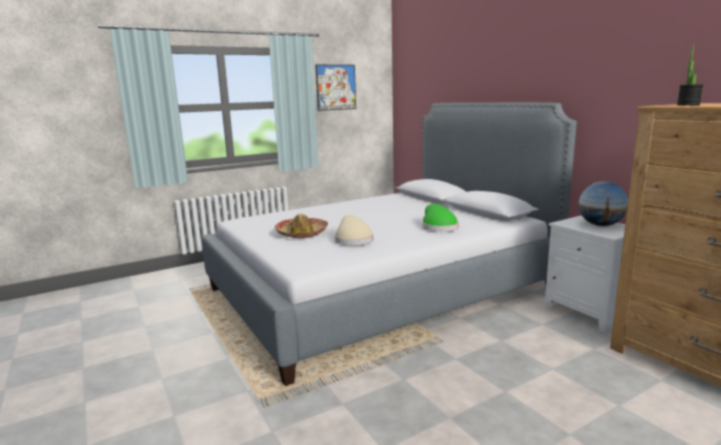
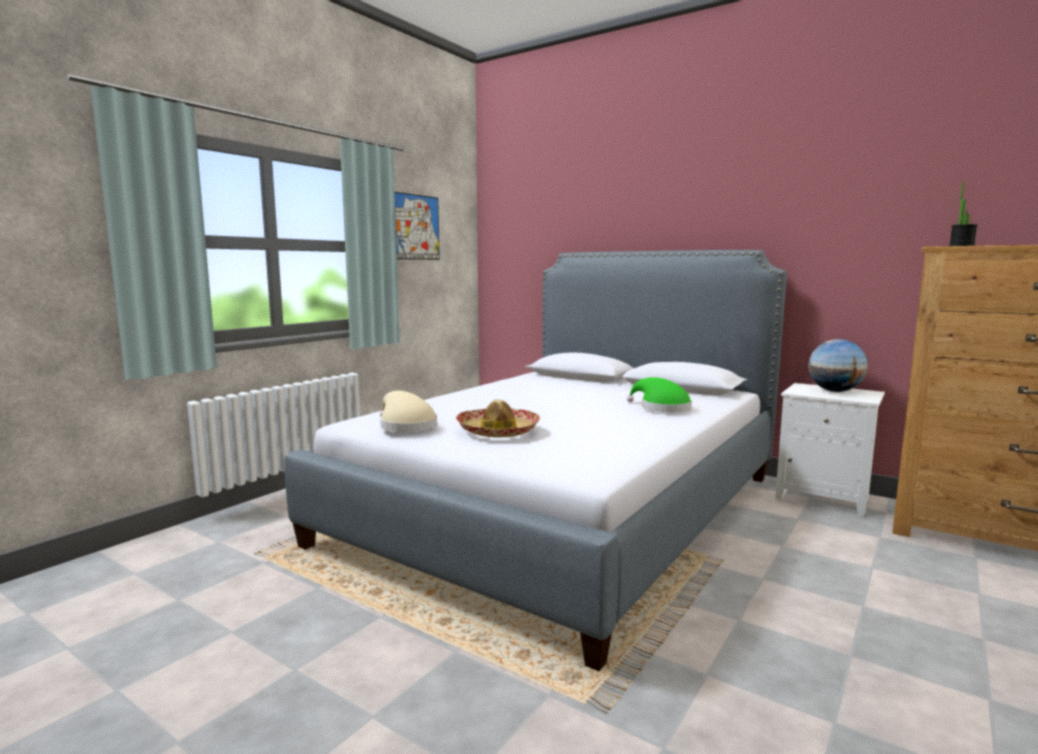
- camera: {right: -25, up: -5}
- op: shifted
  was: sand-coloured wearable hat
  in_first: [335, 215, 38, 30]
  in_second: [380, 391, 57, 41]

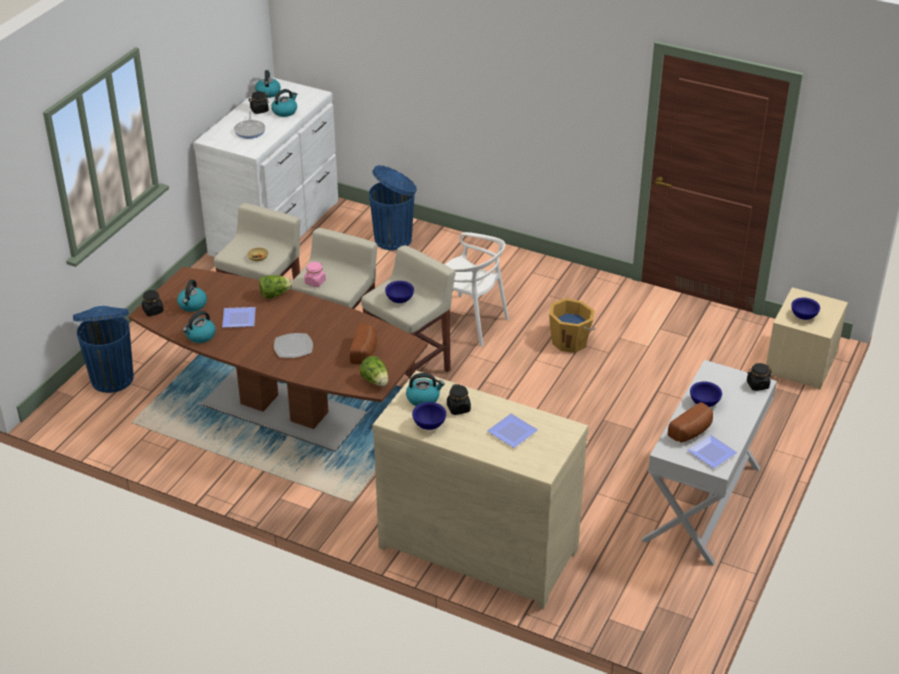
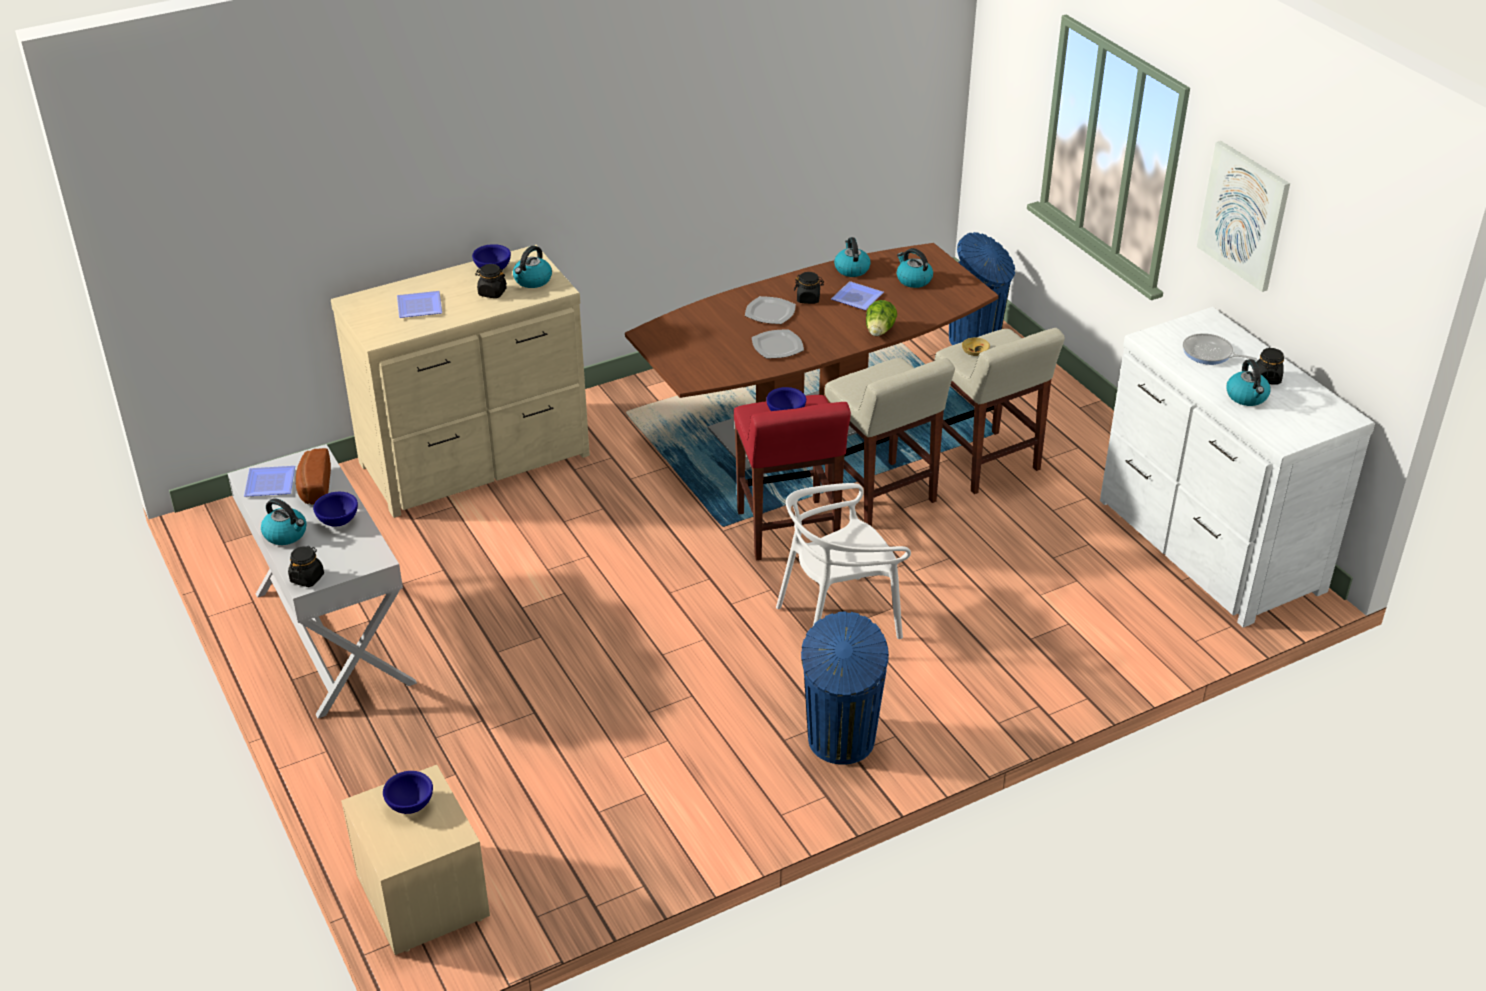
- camera: {right: 125, up: 0}
- op: shifted
  was: black storage jar
  in_first: [142, 290, 22, 26]
  in_second: [794, 272, 30, 32]
- op: shifted
  was: kettle
  in_first: [255, 70, 26, 28]
  in_second: [261, 498, 46, 47]
- op: gone
  was: pinkish storage jar
  in_first: [304, 262, 22, 25]
- op: gone
  was: bakery bread
  in_first: [350, 324, 27, 40]
- op: gone
  was: lettuce head
  in_first: [360, 356, 28, 30]
- op: repainted
  was: sand-coloured stool seat
  now: red-coloured stool seat
  in_first: [361, 245, 95, 135]
  in_second: [734, 395, 117, 165]
- op: shifted
  was: blue rubbish bin
  in_first: [369, 165, 48, 85]
  in_second: [801, 611, 88, 154]
- op: gone
  was: orange bucket
  in_first: [549, 298, 46, 55]
- op: new
  now: flat dish
  in_second: [752, 329, 52, 29]
- op: new
  now: wall art
  in_second: [1197, 141, 93, 151]

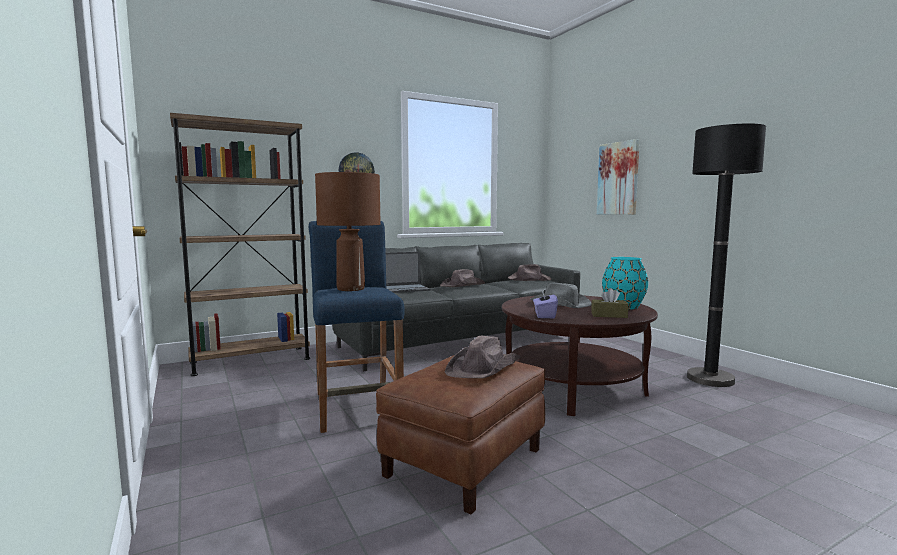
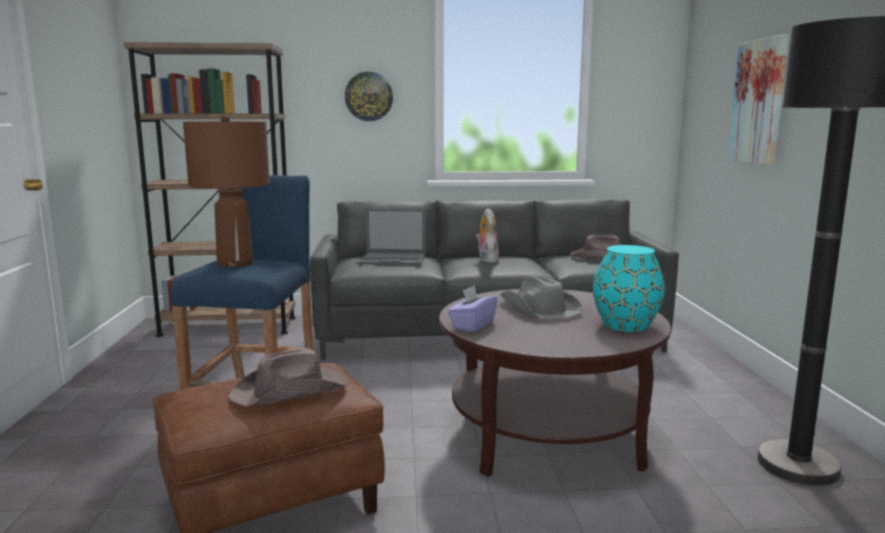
- camera: {right: 25, up: 5}
- op: swapped
  was: brownish wearable hat
  now: soft toy
  in_first: [440, 269, 45, 18]
  in_second: [476, 208, 23, 55]
- op: gone
  was: brownish box of tissues
  in_first: [591, 288, 38, 30]

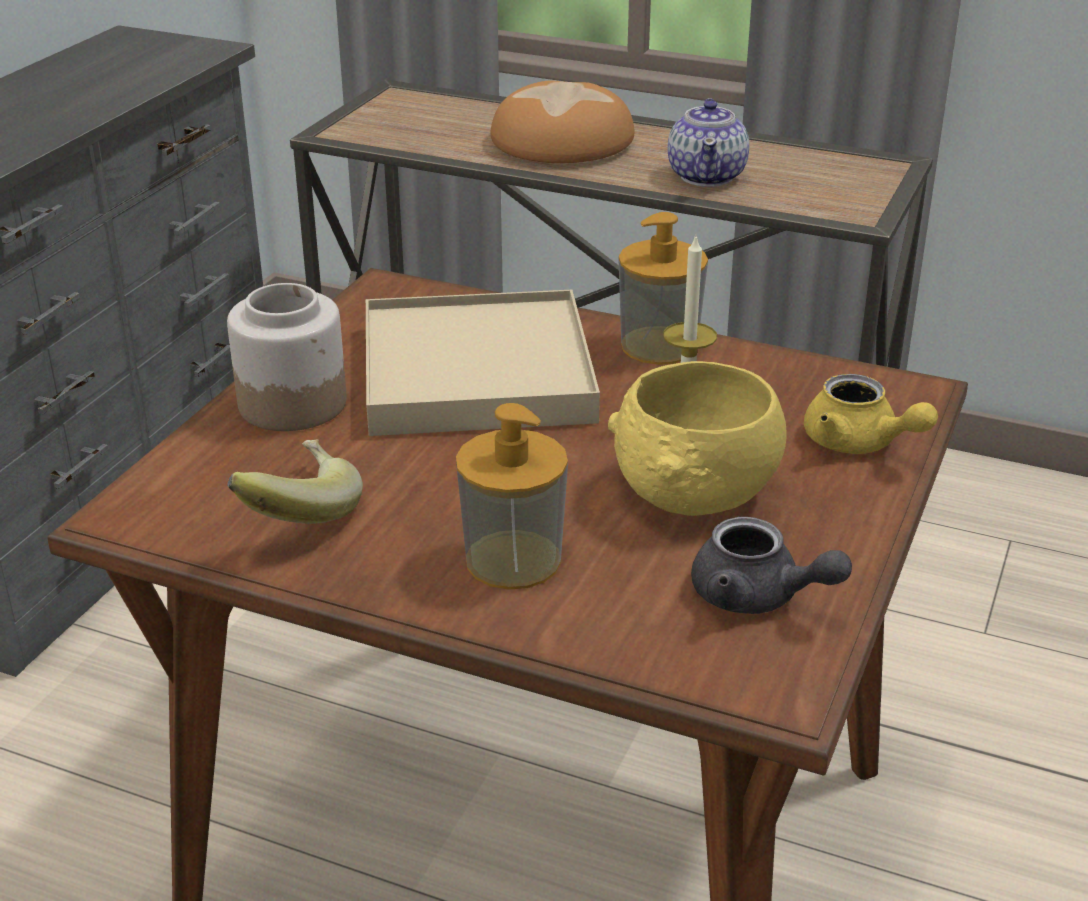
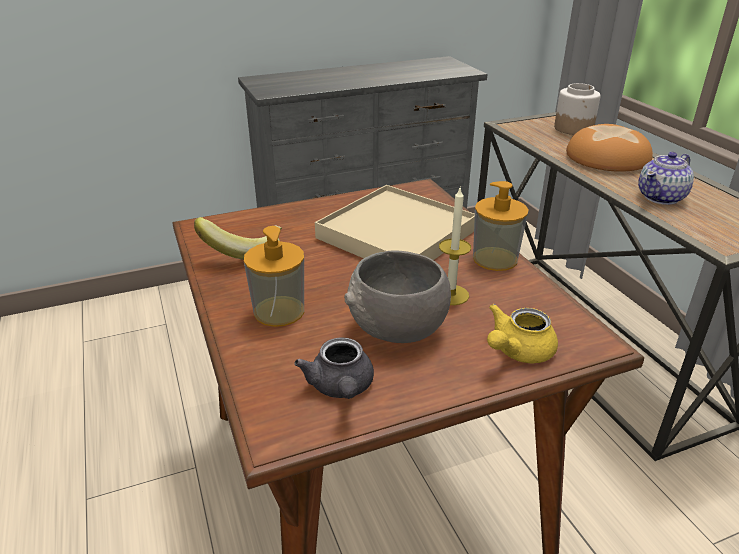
- camera: {right: 45, up: 0}
- op: shifted
  was: storage jar
  in_first: [227, 283, 119, 148]
  in_second: [554, 83, 47, 52]
- op: repainted
  was: yellow serving bowl
  now: greyish serving bowl
  in_first: [608, 361, 179, 155]
  in_second: [344, 250, 107, 93]
- op: rotated
  was: yellow tea pot
  in_first: [804, 374, 134, 80]
  in_second: [487, 304, 71, 59]
  clockwise: 45

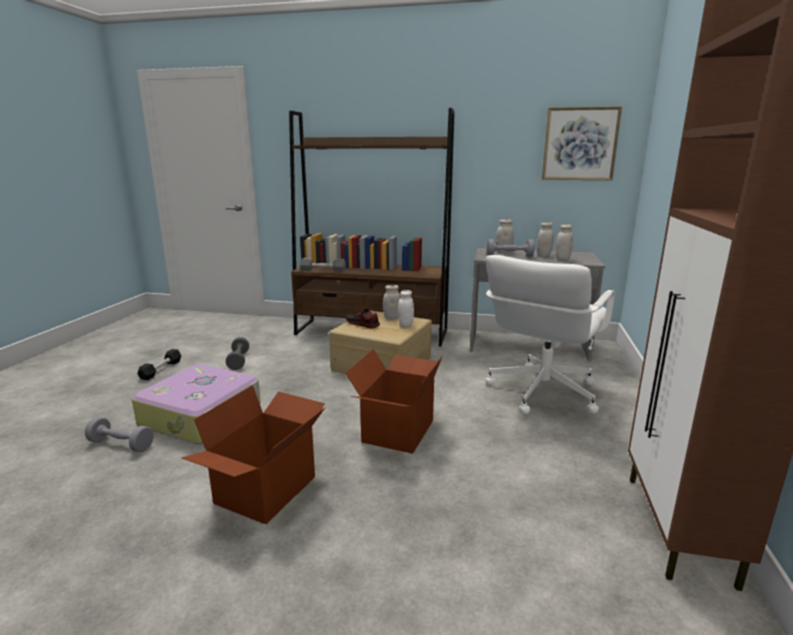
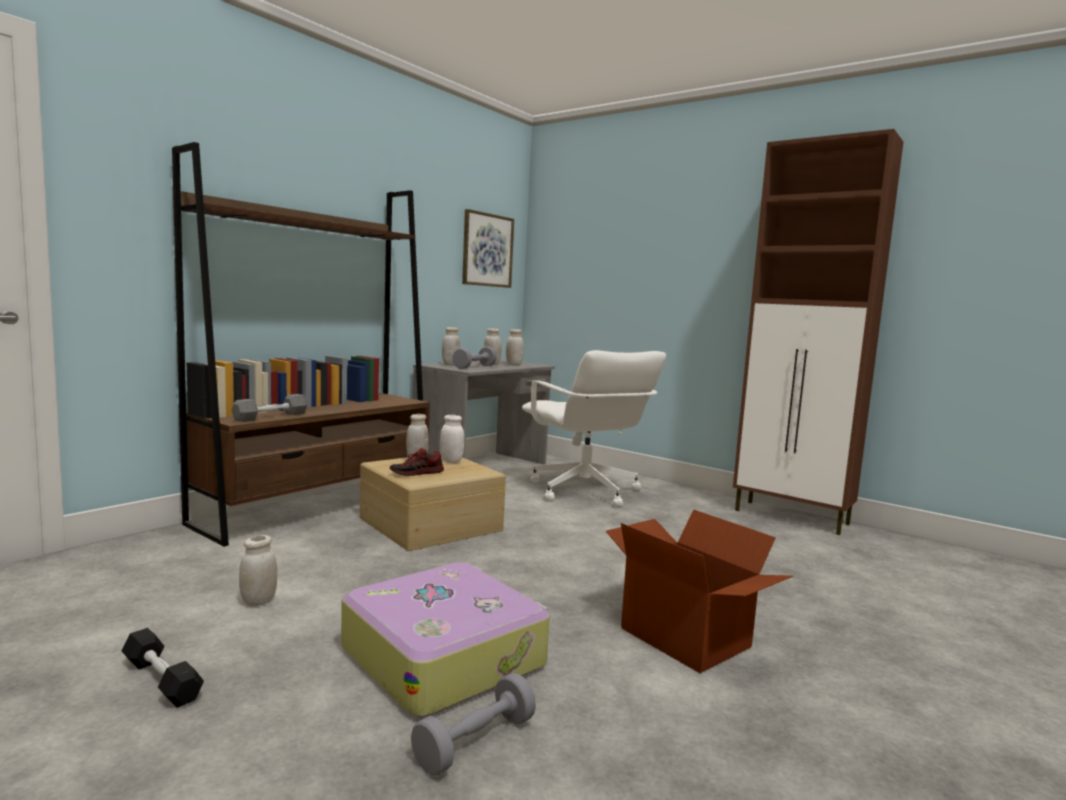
- camera: {right: -65, up: -10}
- op: swapped
  was: greyish hand weight
  now: white-coloured storage jar
  in_first: [226, 337, 23, 33]
  in_second: [239, 535, 38, 72]
- op: gone
  was: packing box
  in_first: [345, 349, 98, 105]

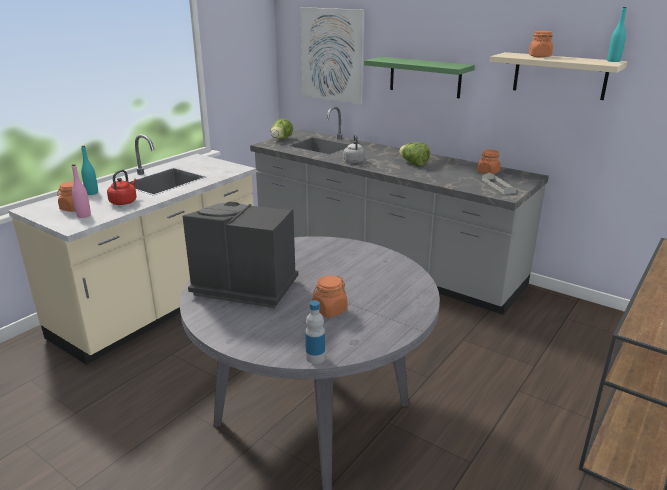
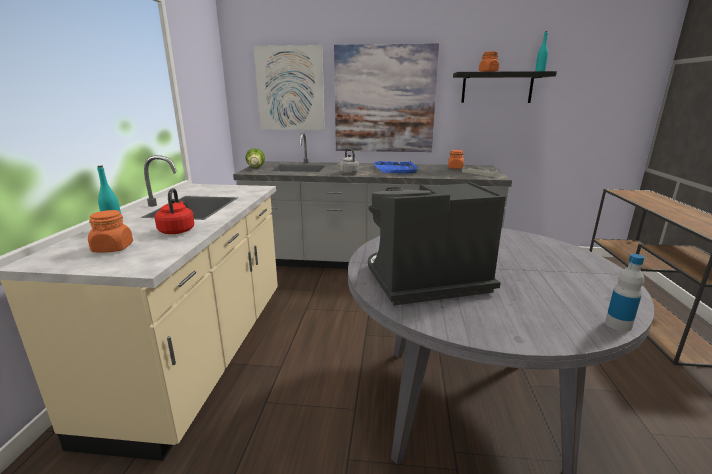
- camera: {right: -30, up: -5}
- op: gone
  was: pinkish drink bottle
  in_first: [72, 164, 19, 54]
- op: gone
  was: orange storage jar
  in_first: [312, 276, 35, 42]
- op: swapped
  was: green-coloured shelf
  now: wall art
  in_first: [364, 57, 111, 41]
  in_second: [334, 43, 105, 109]
- op: swapped
  was: lettuce head
  now: blue carrying tray
  in_first: [399, 142, 31, 24]
  in_second: [374, 161, 45, 13]
- op: repainted
  was: sand-coloured shelf
  now: black shelf
  in_first: [490, 52, 137, 48]
  in_second: [453, 71, 104, 32]

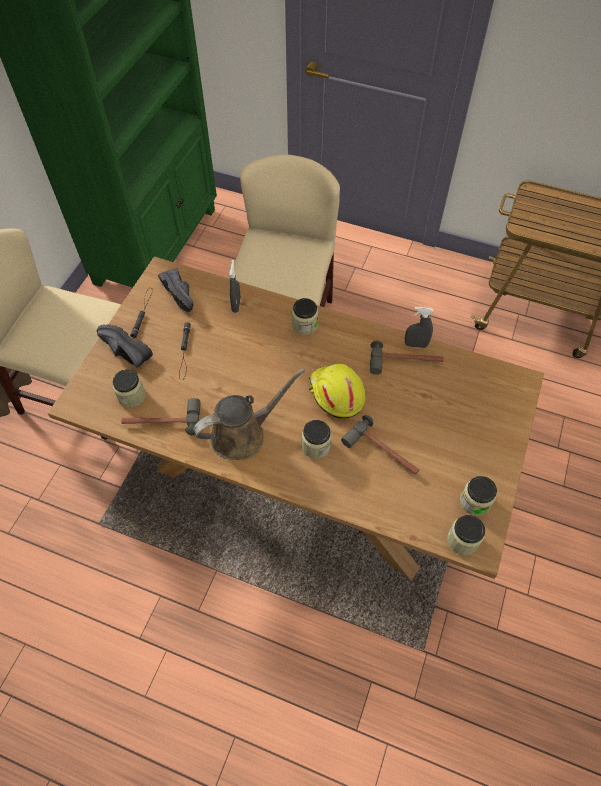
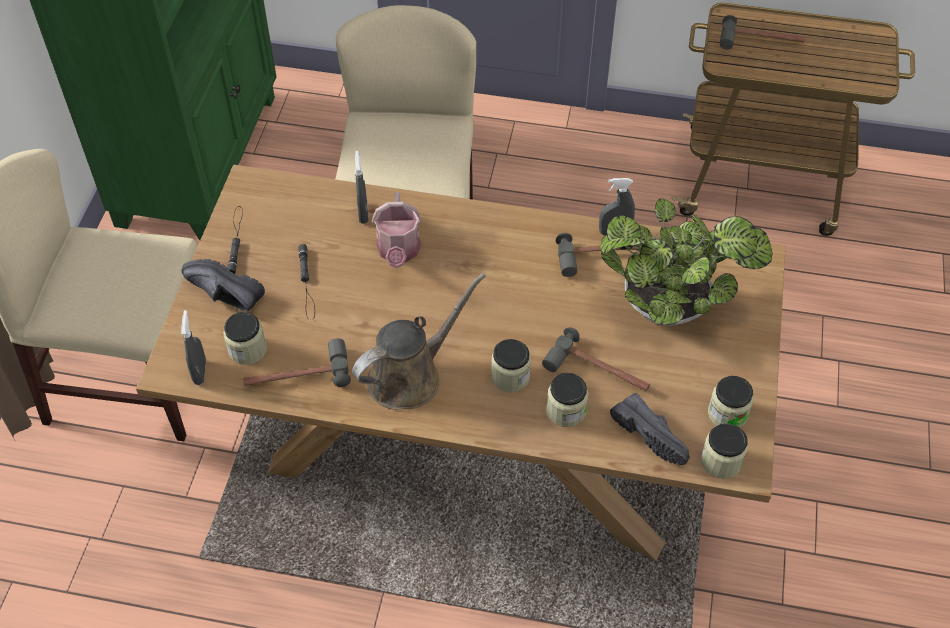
- camera: {right: -10, up: -5}
- op: shifted
  was: black low shoe
  in_first: [158, 268, 36, 44]
  in_second: [610, 393, 80, 72]
- op: shifted
  was: storage jar
  in_first: [292, 298, 26, 37]
  in_second: [546, 373, 42, 54]
- op: gone
  was: yellow work helmet
  in_first: [309, 364, 56, 55]
- op: new
  now: greyish spray bottle
  in_second: [181, 310, 25, 75]
- op: new
  now: watering pot
  in_second: [372, 192, 50, 76]
- op: new
  now: plant in a pot
  in_second: [600, 198, 172, 128]
- op: new
  now: hand hammer
  in_second: [720, 15, 85, 34]

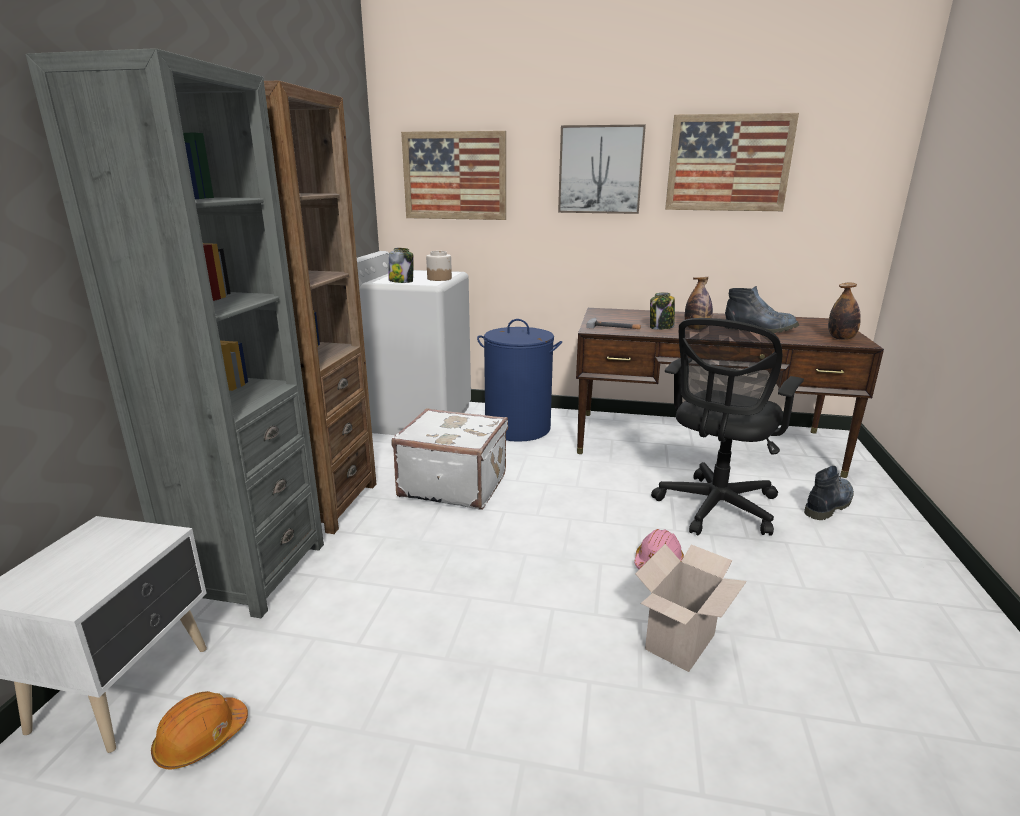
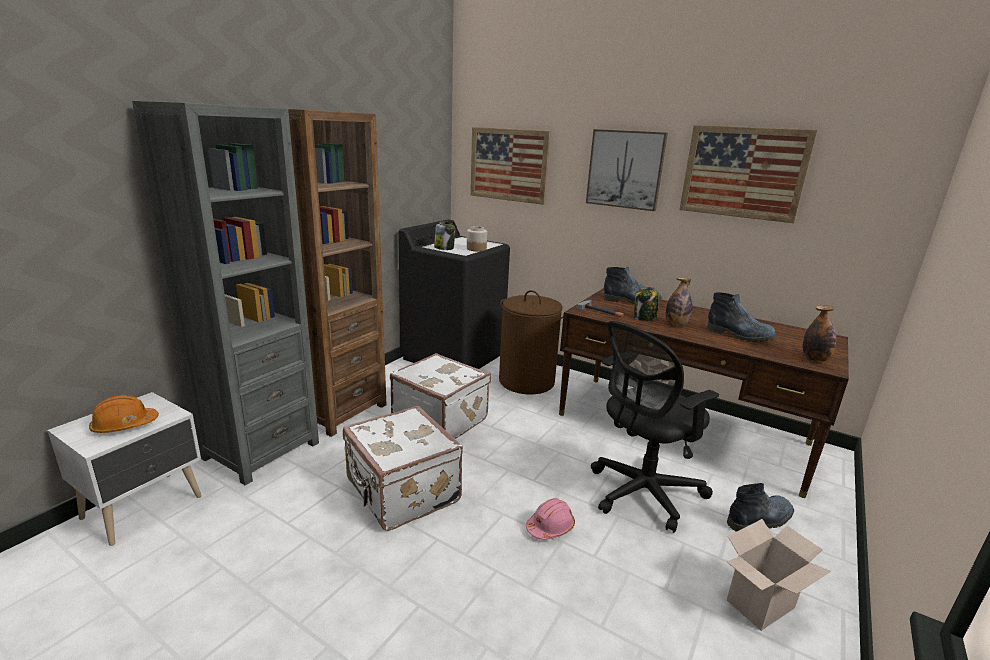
- camera: {right: 20, up: 0}
- op: shifted
  was: orange work helmet
  in_first: [151, 691, 97, 79]
  in_second: [89, 395, 70, 38]
- op: repainted
  was: white-coloured laundry machine
  now: black laundry machine
  in_first: [357, 251, 114, 184]
  in_second: [398, 220, 112, 149]
- op: repainted
  was: blue hamper
  now: brownish hamper
  in_first: [477, 319, 85, 123]
  in_second: [499, 290, 64, 104]
- op: shifted
  was: packing box
  in_first: [635, 544, 112, 128]
  in_second: [727, 519, 104, 112]
- op: new
  now: white-coloured suitcase
  in_second: [343, 406, 120, 125]
- op: new
  now: high-top boot
  in_second: [603, 267, 59, 38]

